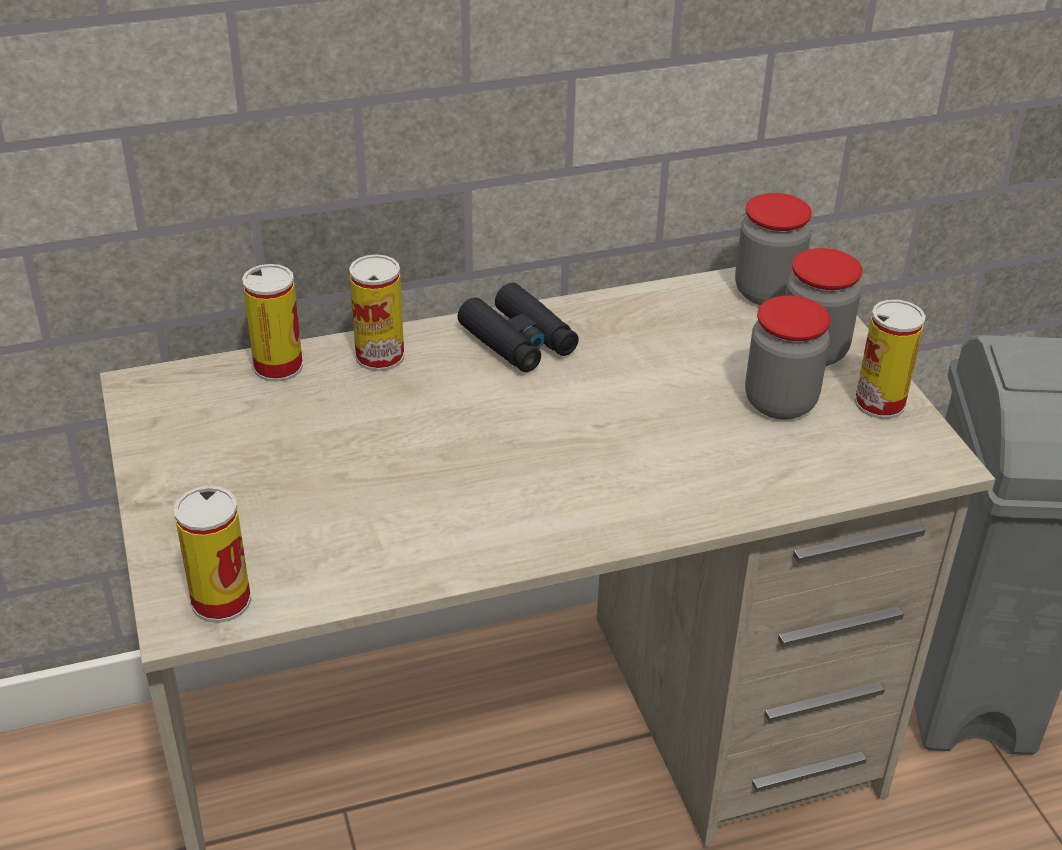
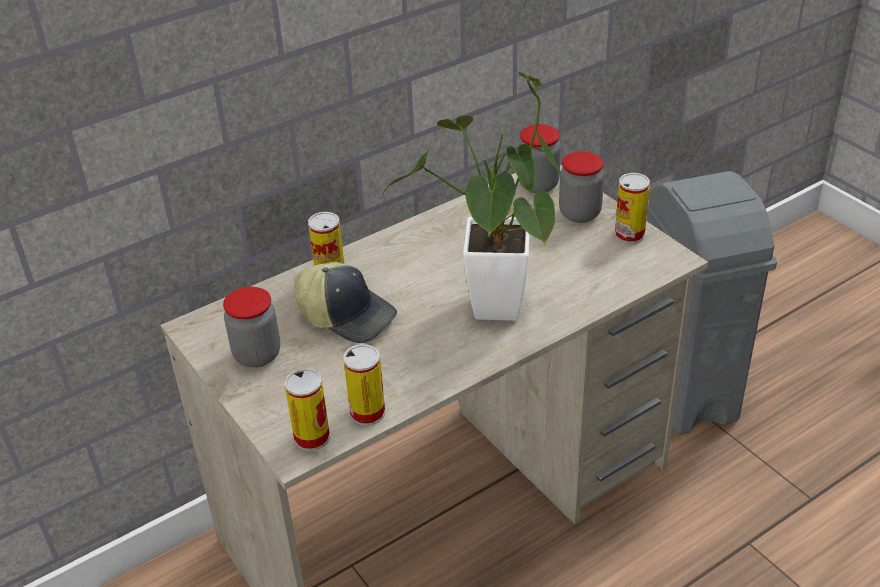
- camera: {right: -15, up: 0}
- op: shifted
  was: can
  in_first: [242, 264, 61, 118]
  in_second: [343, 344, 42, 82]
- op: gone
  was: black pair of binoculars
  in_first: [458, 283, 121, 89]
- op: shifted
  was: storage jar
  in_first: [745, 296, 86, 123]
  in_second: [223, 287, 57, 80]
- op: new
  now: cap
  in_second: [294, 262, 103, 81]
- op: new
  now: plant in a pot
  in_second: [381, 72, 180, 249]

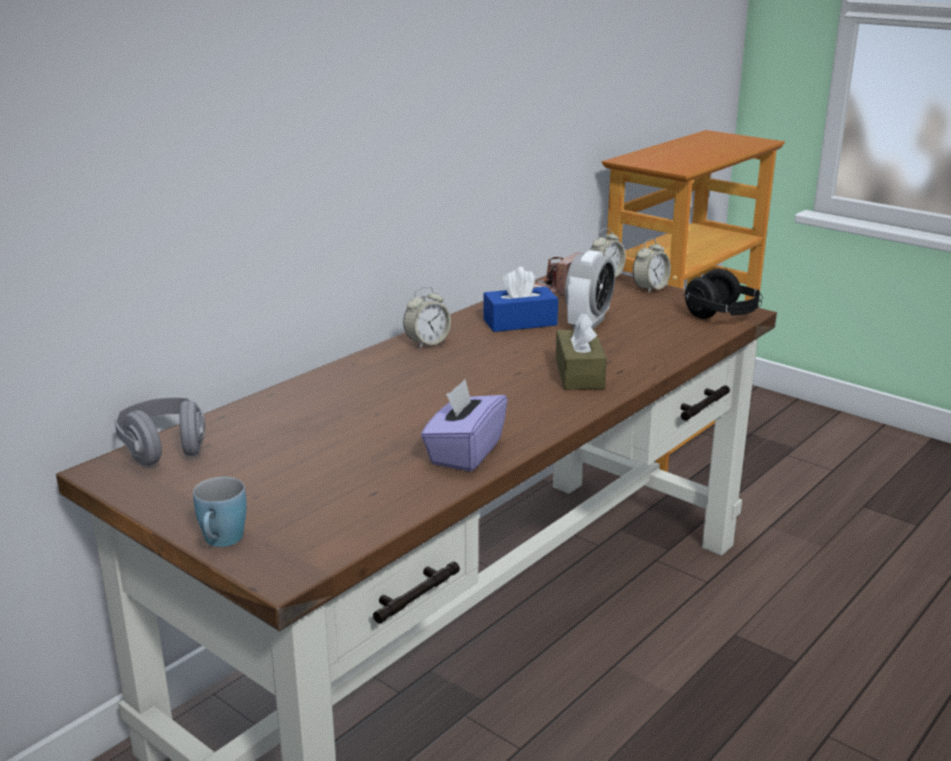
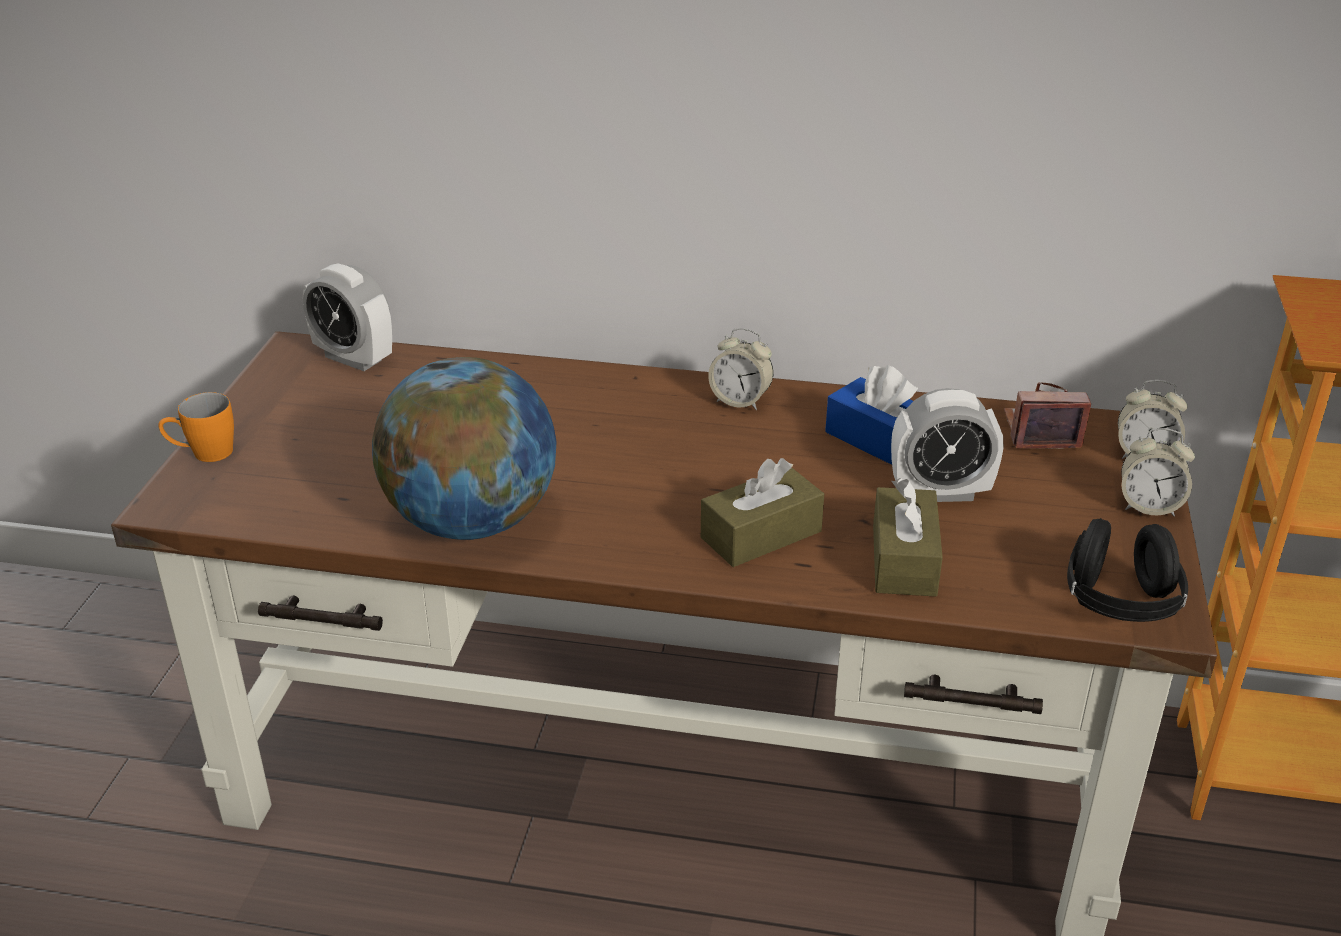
- camera: {right: 60, up: 10}
- op: swapped
  was: greyish headset
  now: table clock
  in_first: [115, 398, 90, 68]
  in_second: [303, 264, 89, 107]
- op: repainted
  was: blue coffee mug
  now: orange coffee mug
  in_first: [193, 477, 54, 70]
  in_second: [158, 392, 76, 70]
- op: swapped
  was: purple box of tissues
  now: world globe
  in_first: [421, 379, 87, 93]
  in_second: [372, 357, 185, 183]
- op: new
  now: brownish box of tissues
  in_second: [873, 478, 70, 119]

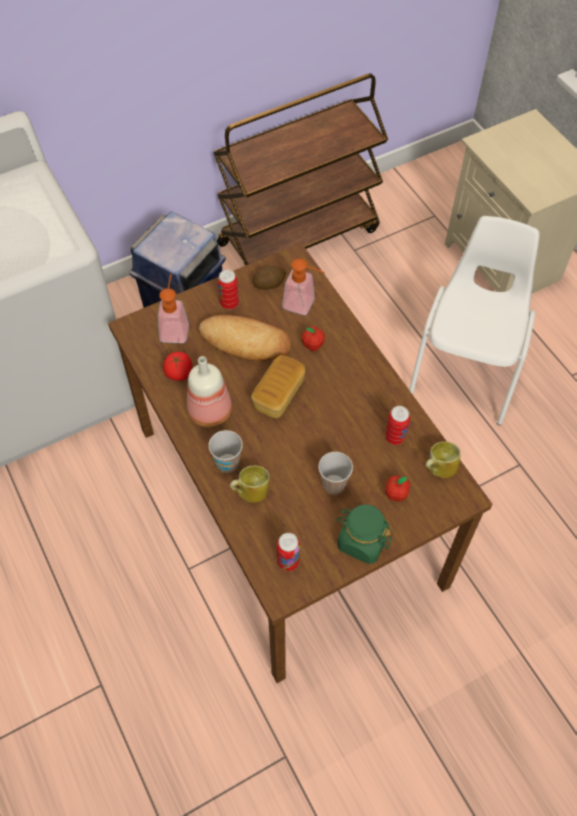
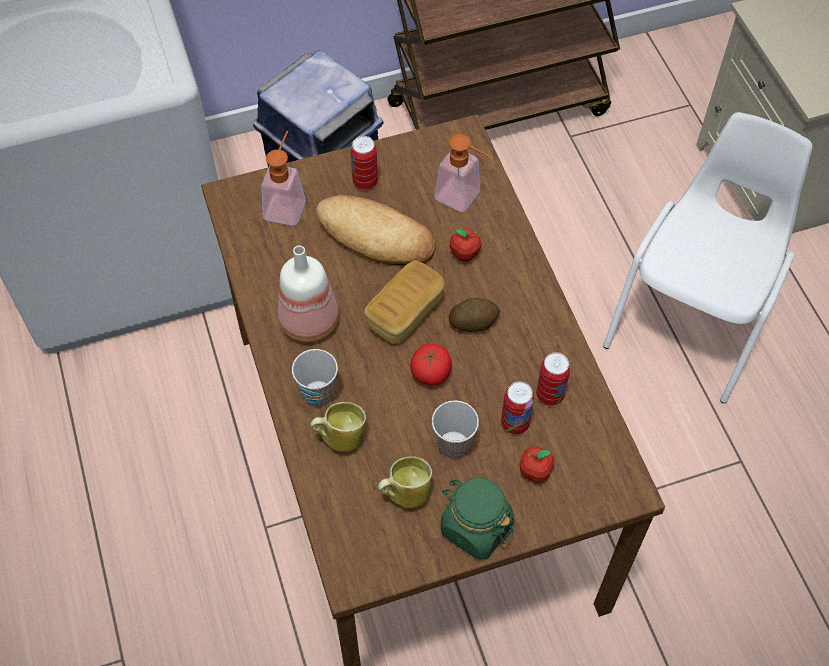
- camera: {right: 10, up: 0}
- op: shifted
  was: tomato
  in_first: [163, 352, 30, 29]
  in_second: [410, 344, 42, 41]
- op: shifted
  was: whole potato
  in_first: [252, 266, 34, 24]
  in_second: [449, 298, 51, 34]
- op: shifted
  was: can
  in_first: [277, 533, 23, 38]
  in_second: [501, 381, 33, 54]
- op: shifted
  was: coffee mug
  in_first: [425, 441, 36, 37]
  in_second: [378, 456, 54, 53]

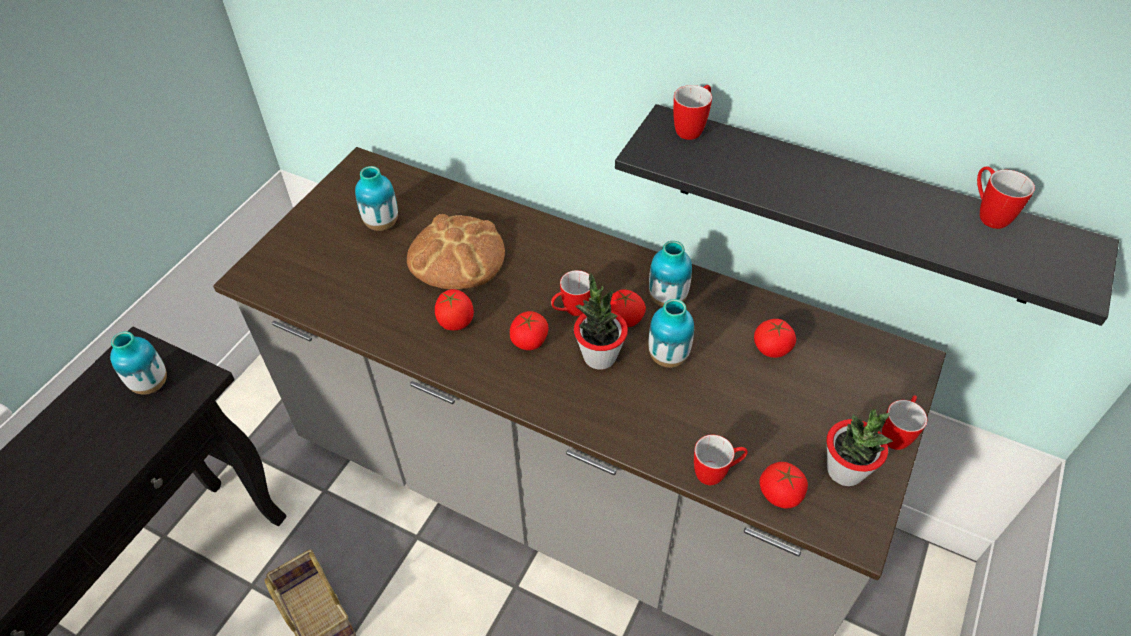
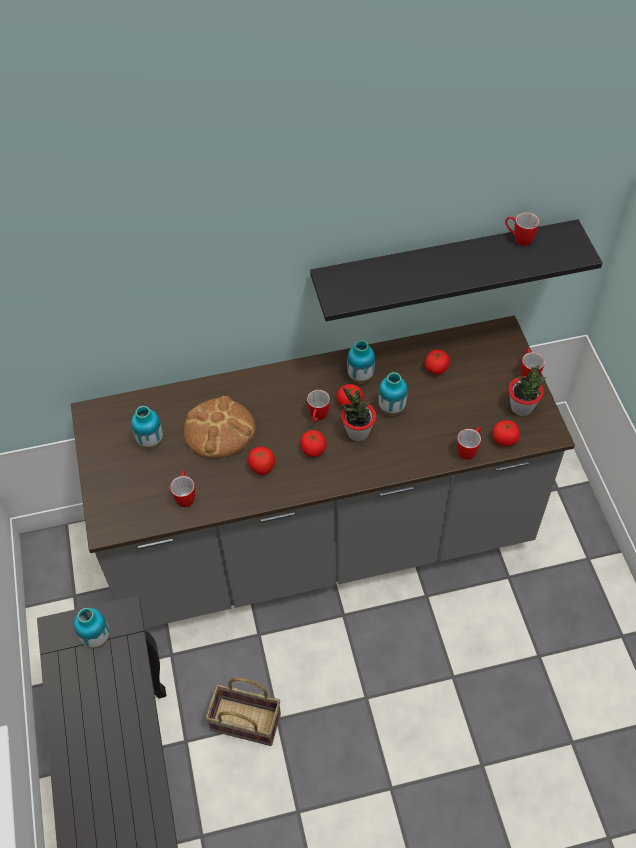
- camera: {right: -40, up: 5}
- op: shifted
  was: coffee mug
  in_first: [673, 85, 39, 55]
  in_second: [170, 471, 25, 36]

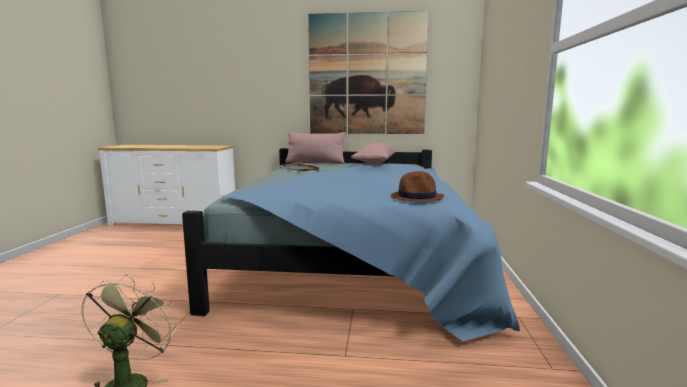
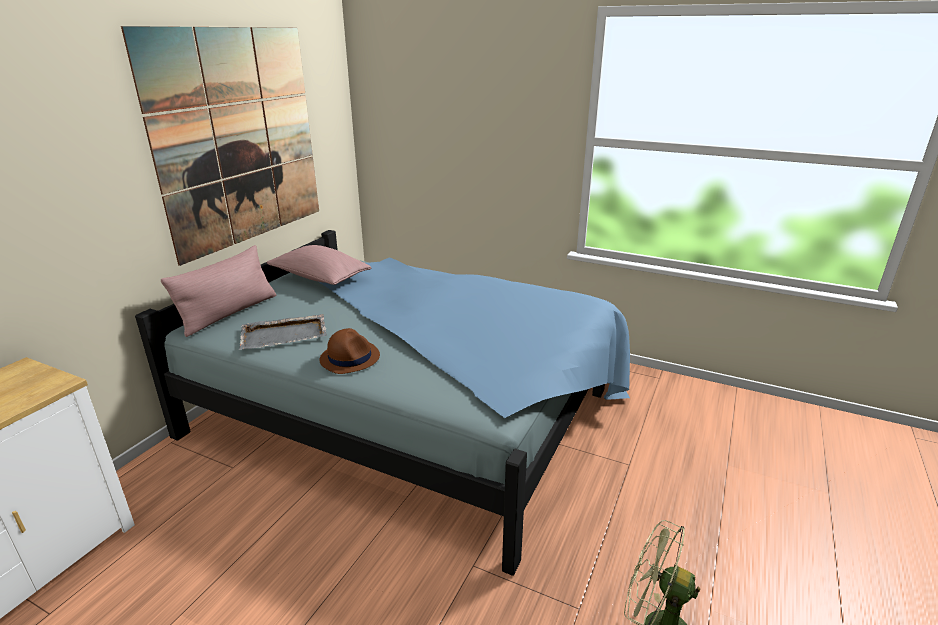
- camera: {right: -70, up: 15}
- op: shifted
  was: brownish wearable hat
  in_first: [391, 171, 53, 31]
  in_second: [319, 328, 61, 46]

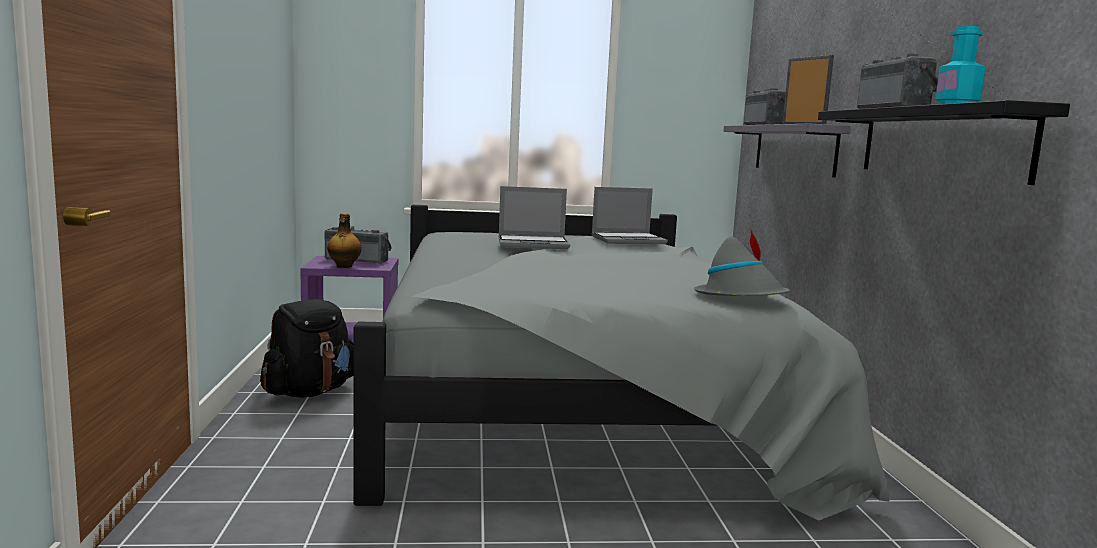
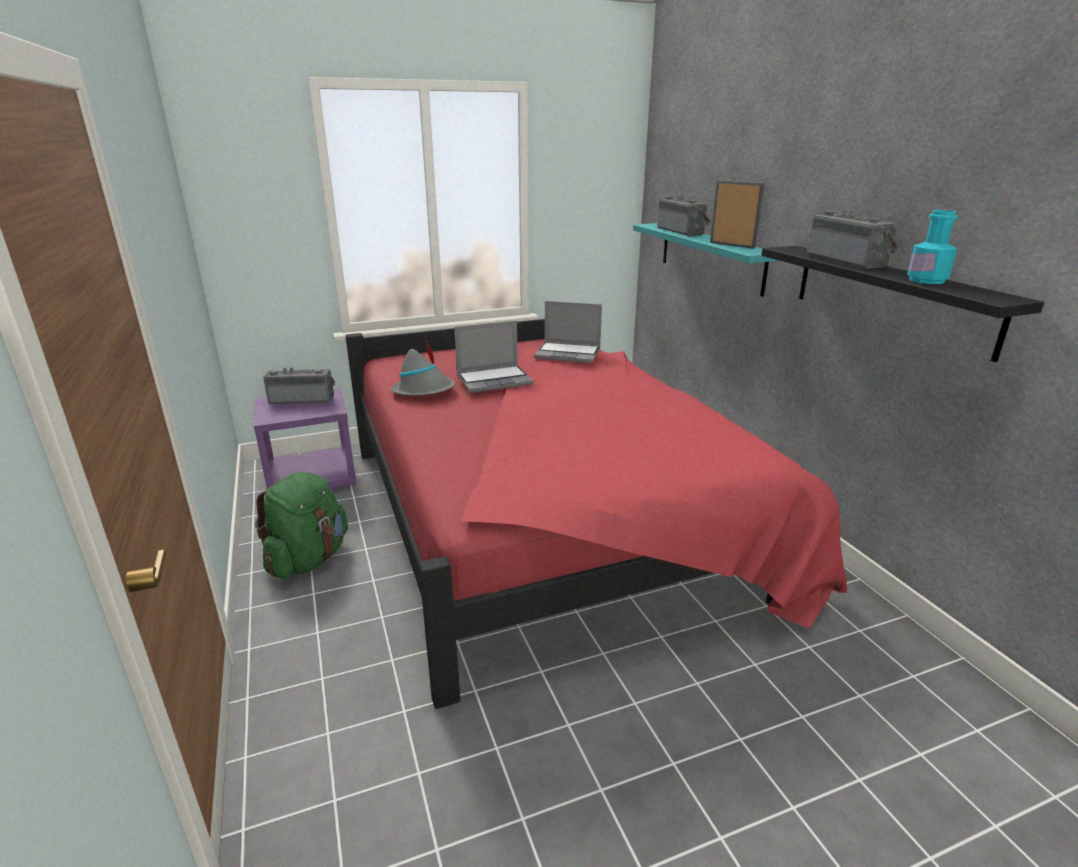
- camera: {right: -15, up: 15}
- op: repainted
  was: black knapsack
  now: green-coloured knapsack
  in_first: [260, 299, 94, 99]
  in_second: [255, 472, 93, 106]
- op: gone
  was: drink bottle
  in_first: [327, 214, 35, 54]
- op: repainted
  was: greyish sleeping bed
  now: red-coloured sleeping bed
  in_first: [354, 205, 535, 316]
  in_second: [345, 319, 502, 390]
- op: rotated
  was: portable computer
  in_first: [591, 187, 77, 57]
  in_second: [534, 301, 68, 62]
  clockwise: 45
- op: shifted
  was: greyish wearable hat
  in_first: [694, 228, 96, 68]
  in_second: [391, 340, 64, 56]
- op: repainted
  was: greyish shelf
  now: turquoise-coloured shelf
  in_first: [723, 124, 128, 53]
  in_second: [633, 223, 146, 74]

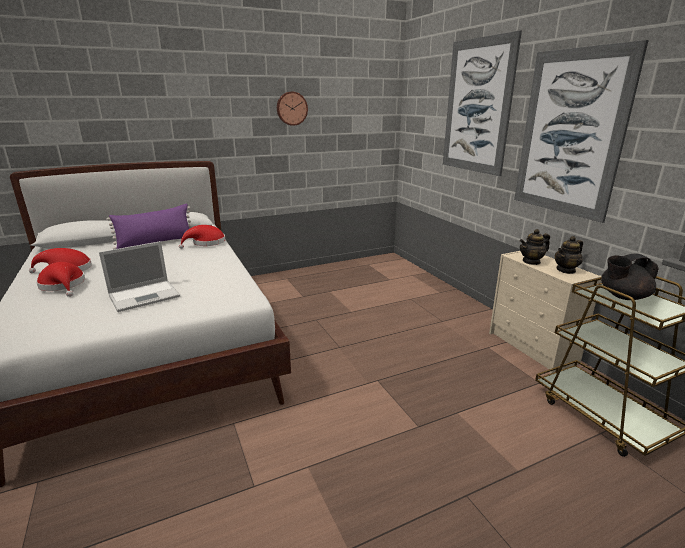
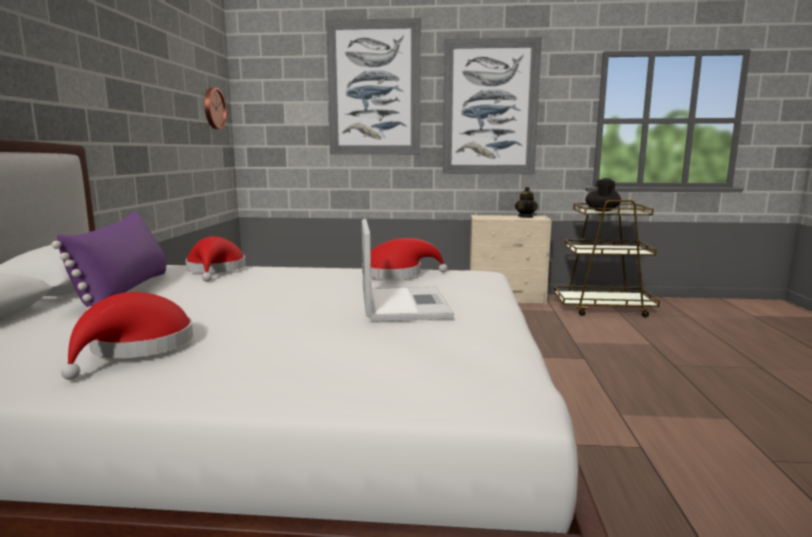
- camera: {right: -60, up: -10}
- op: shifted
  was: red-coloured wearable hat
  in_first: [36, 262, 49, 35]
  in_second: [362, 238, 86, 41]
- op: shifted
  was: wall clock
  in_first: [277, 92, 31, 34]
  in_second: [204, 88, 23, 41]
- op: gone
  was: tea pot
  in_first: [520, 229, 30, 36]

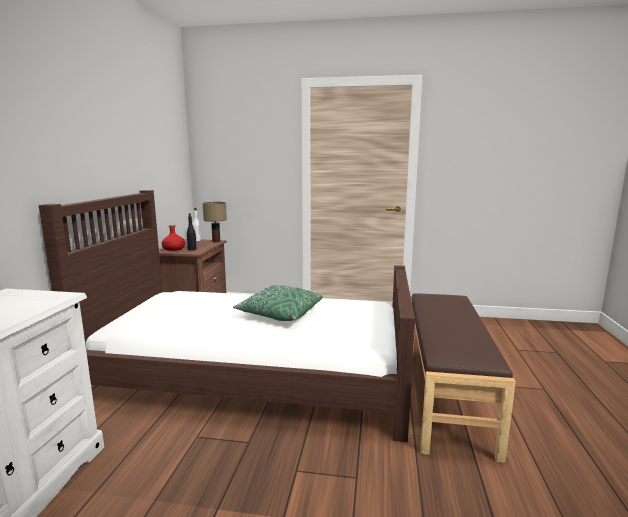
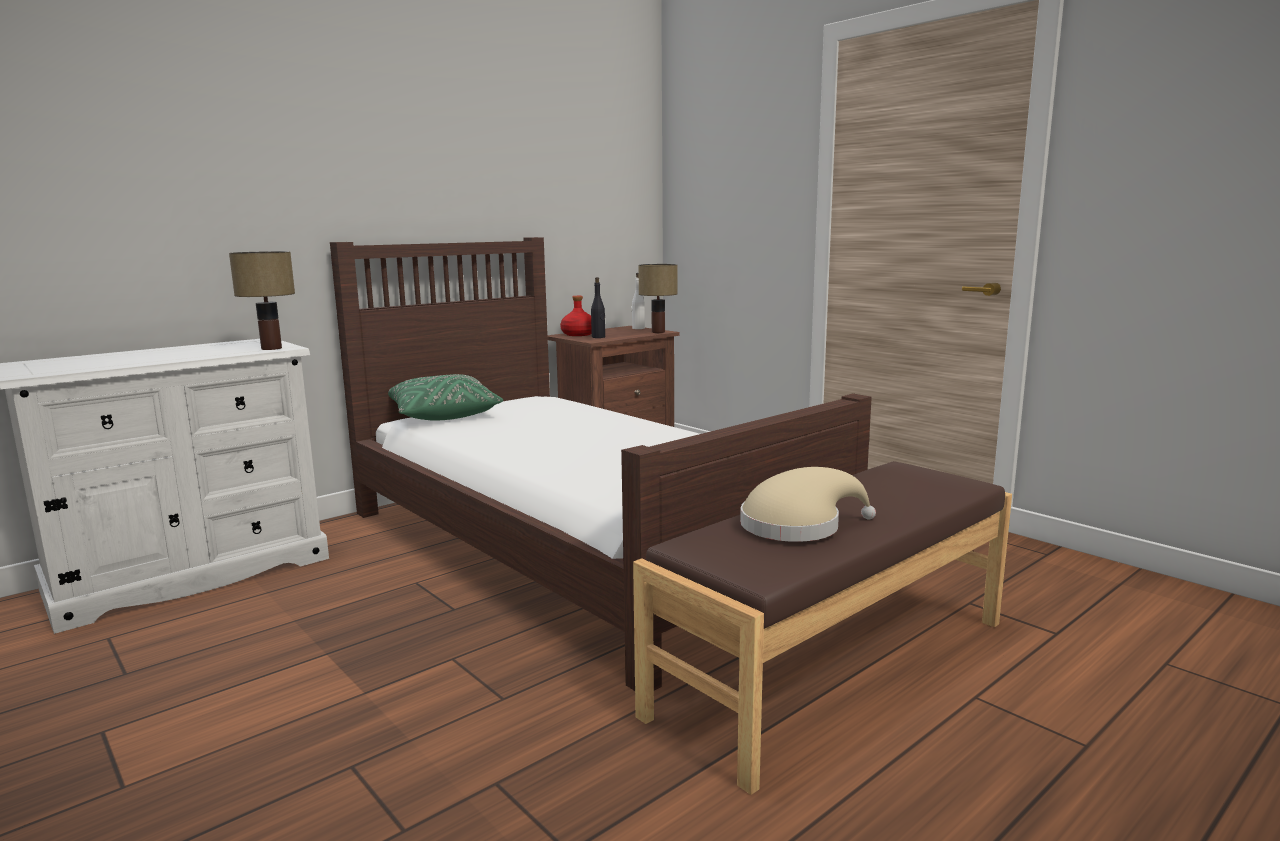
- camera: {right: 40, up: 0}
- op: shifted
  was: green-coloured cushion
  in_first: [233, 285, 90, 36]
  in_second: [388, 374, 115, 47]
- op: new
  now: lamp for a table
  in_second: [229, 251, 66, 99]
- op: new
  now: sand-coloured wearable hat
  in_second: [740, 467, 136, 75]

